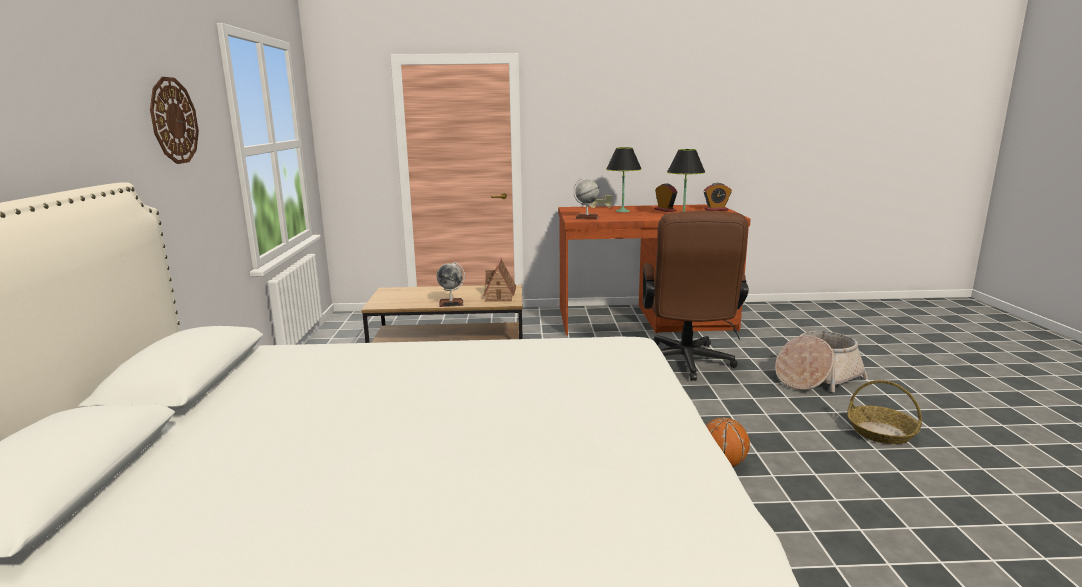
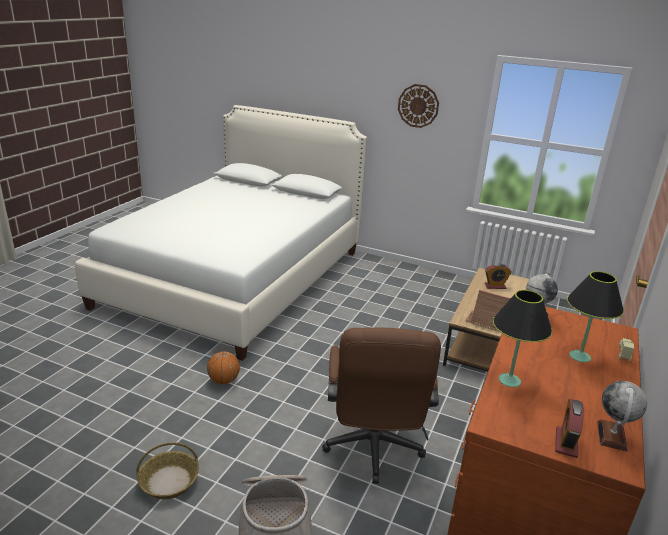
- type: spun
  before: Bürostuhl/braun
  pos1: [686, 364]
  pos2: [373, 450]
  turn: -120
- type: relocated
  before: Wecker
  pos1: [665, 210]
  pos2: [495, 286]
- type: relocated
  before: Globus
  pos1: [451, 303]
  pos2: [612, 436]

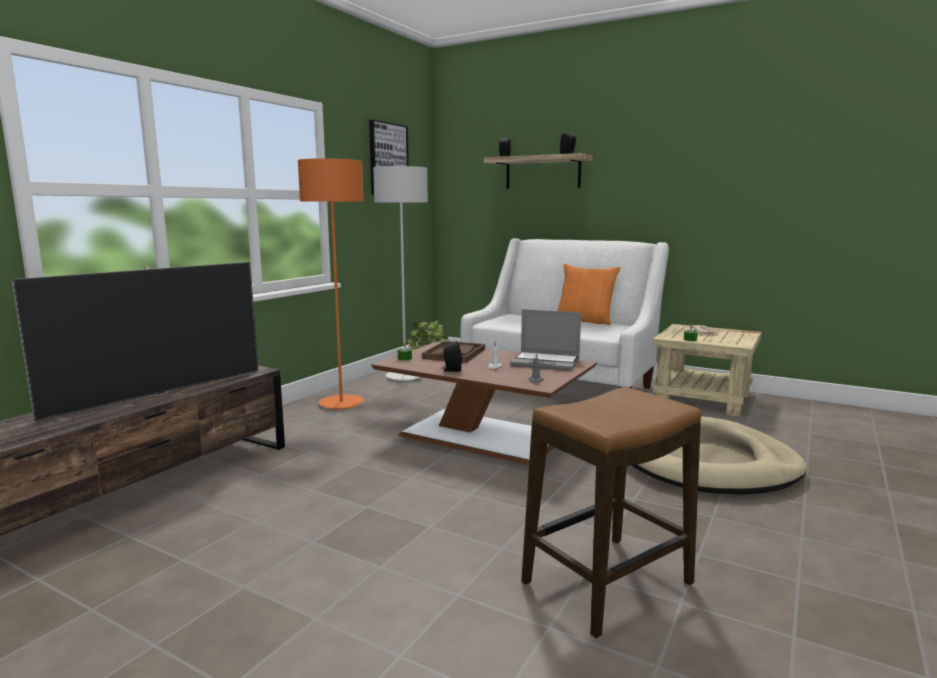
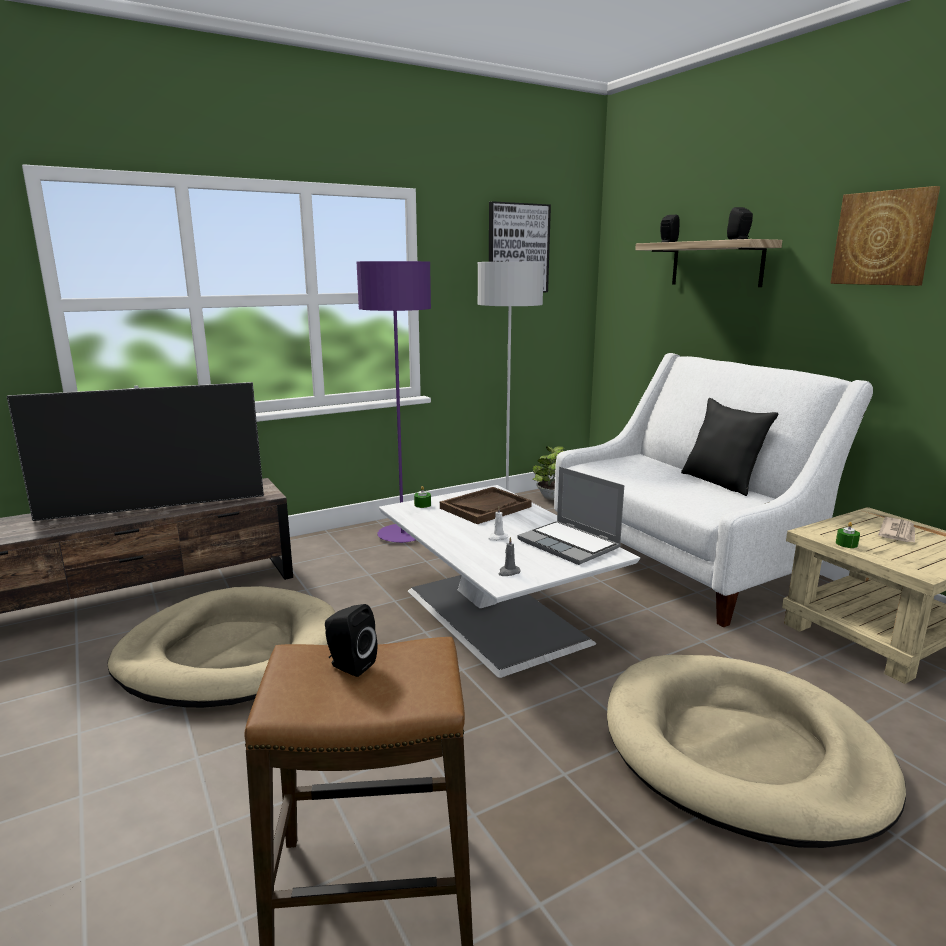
- type: appeared
  after: Hundebett/beige
  pos2: [231, 653]
- type: relocated
  before: Lautsprecher/schwarz
  pos1: [451, 370]
  pos2: [349, 665]
- type: colour
  before: Stehlampe/orange
  after: Stehlampe/lila
  pos1: [341, 404]
  pos2: [402, 535]
- type: colour
  before: Couchtisch/braun
  after: Couchtisch/weiß
  pos1: [485, 435]
  pos2: [497, 617]
- type: colour
  before: Kissen/orange
  after: Kissen/schwarz
  pos1: [585, 321]
  pos2: [721, 482]
- type: appeared
  after: Bild
  pos2: [883, 238]

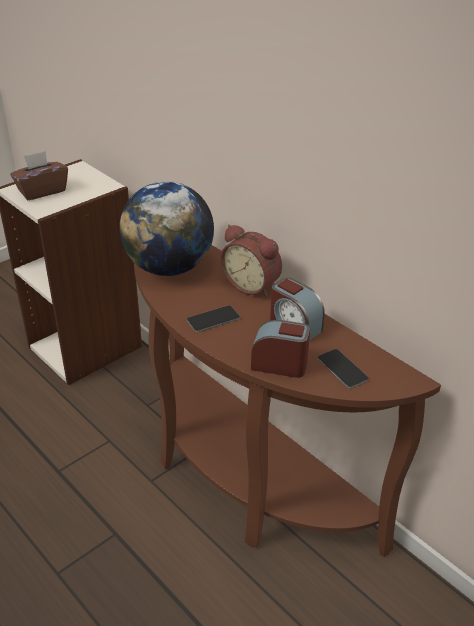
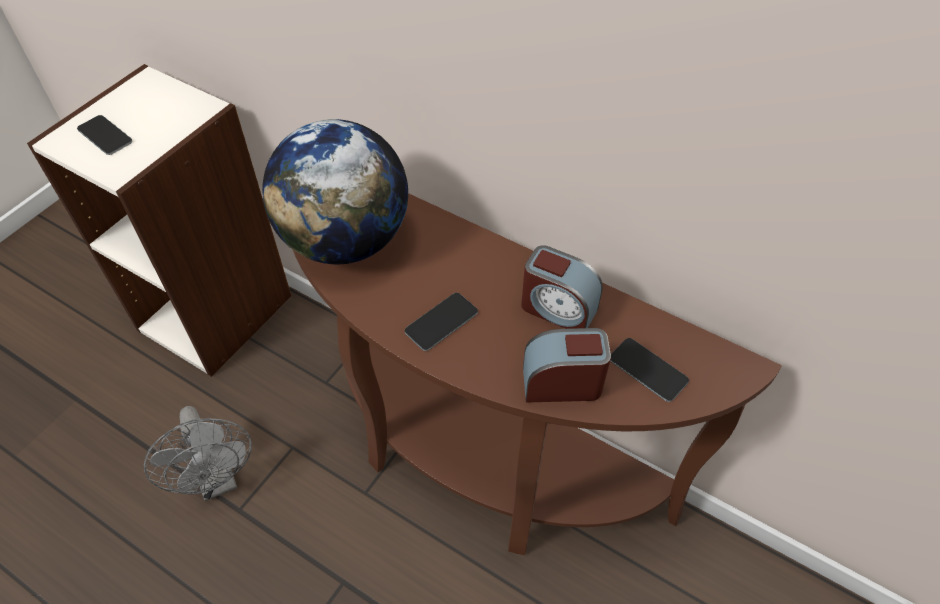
- type: exchanged
  before: Taschentuchbox/braun
  after: Handy
  pos1: [42, 191]
  pos2: [105, 135]
- type: appeared
  after: Ventilator/grau
  pos2: [218, 480]
- type: missing
  before: Wecker
  pos1: [252, 285]

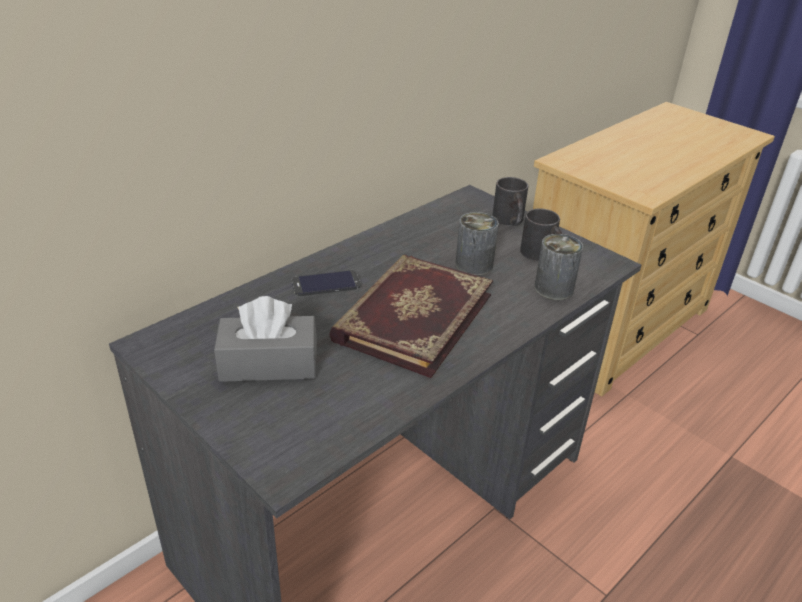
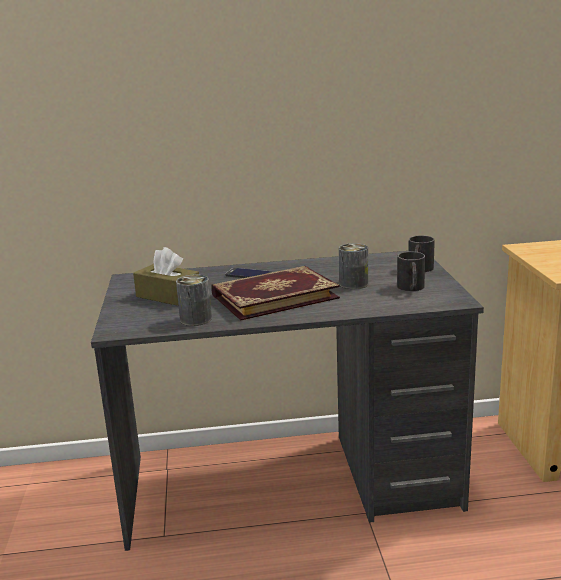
- type: colour
  before: Taschentuchbox/grau
  after: Taschentuchbox/braun
  pos1: [268, 364]
  pos2: [168, 296]
- type: relocated
  before: Dose
  pos1: [553, 288]
  pos2: [196, 319]

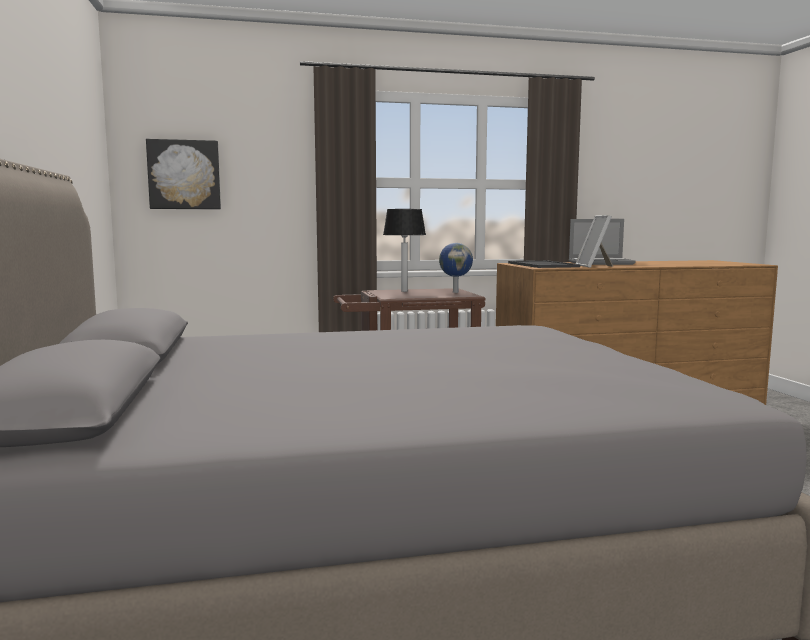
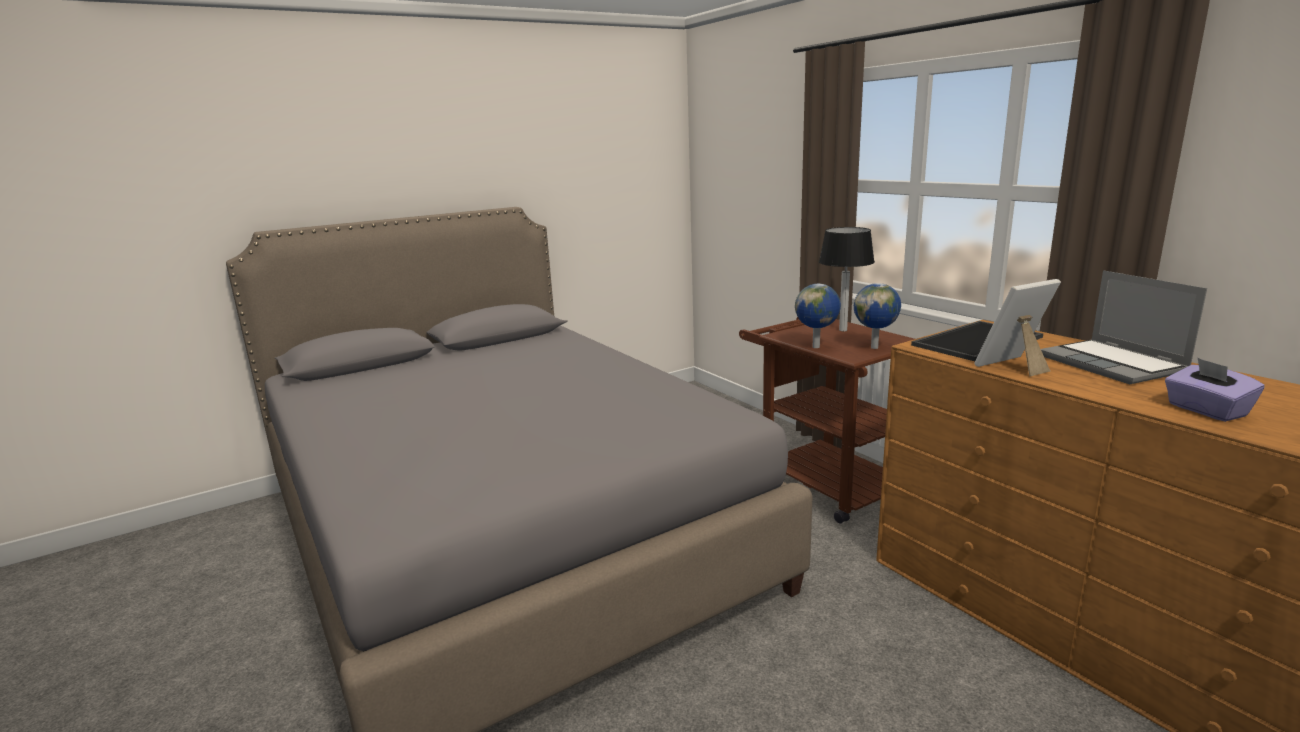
- type: appeared
  after: Globus
  pos2: [817, 347]
- type: appeared
  after: Taschentuchbox/lila
  pos2: [1206, 410]
- type: missing
  before: Bild
  pos1: [184, 175]

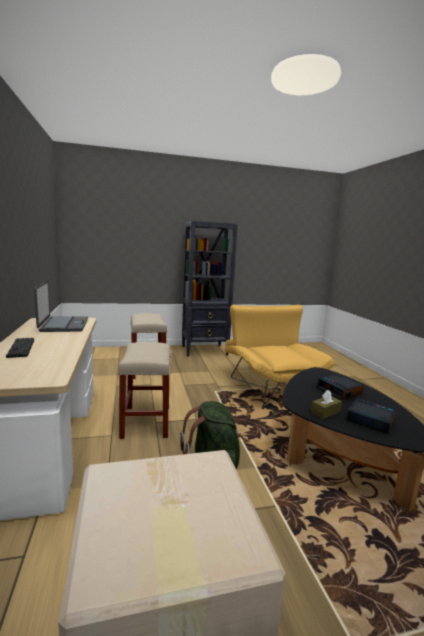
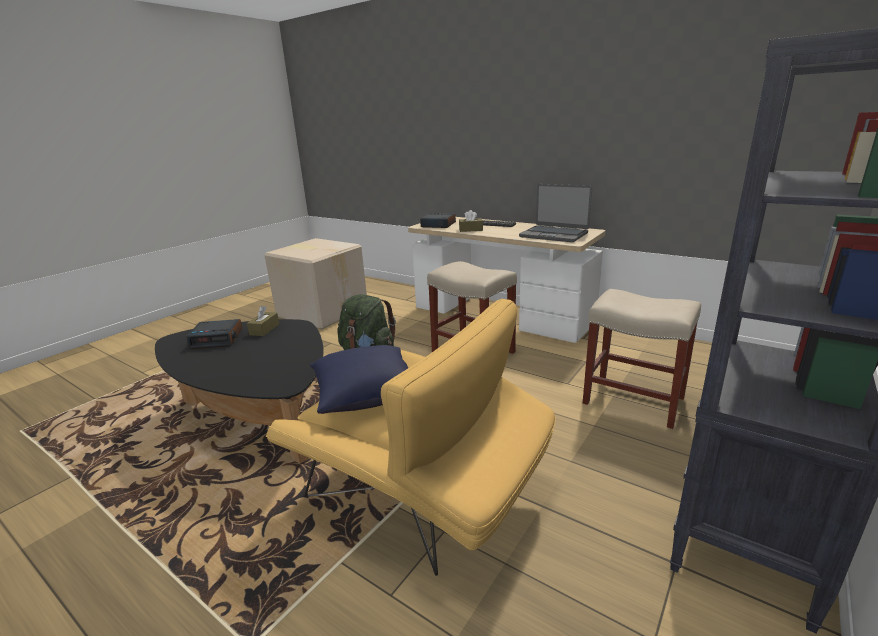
- type: appeared
  after: Kissen/blau
  pos2: [366, 394]
- type: relocated
  before: Wecker
  pos1: [339, 391]
  pos2: [438, 225]
- type: appeared
  after: Taschentuchbox/braun
  pos2: [471, 230]

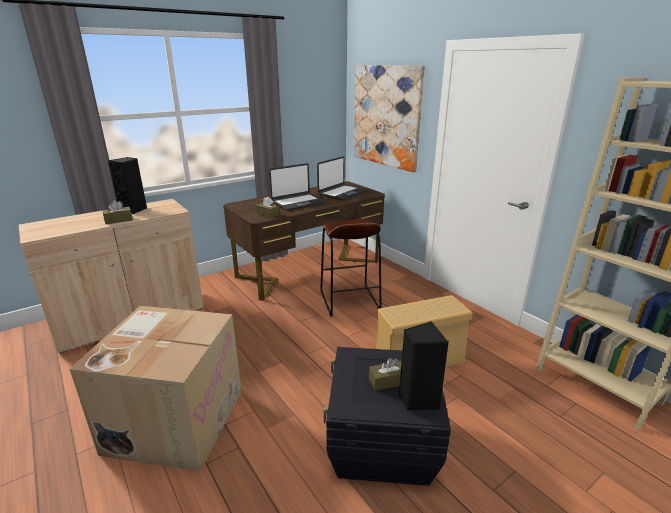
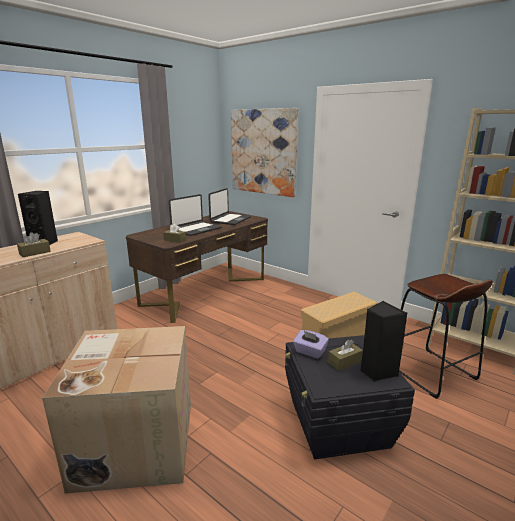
- type: appeared
  after: Taschentuchbox/lila
  pos2: [309, 352]
- type: relocated
  before: Hocker/braun
  pos1: [349, 301]
  pos2: [431, 372]

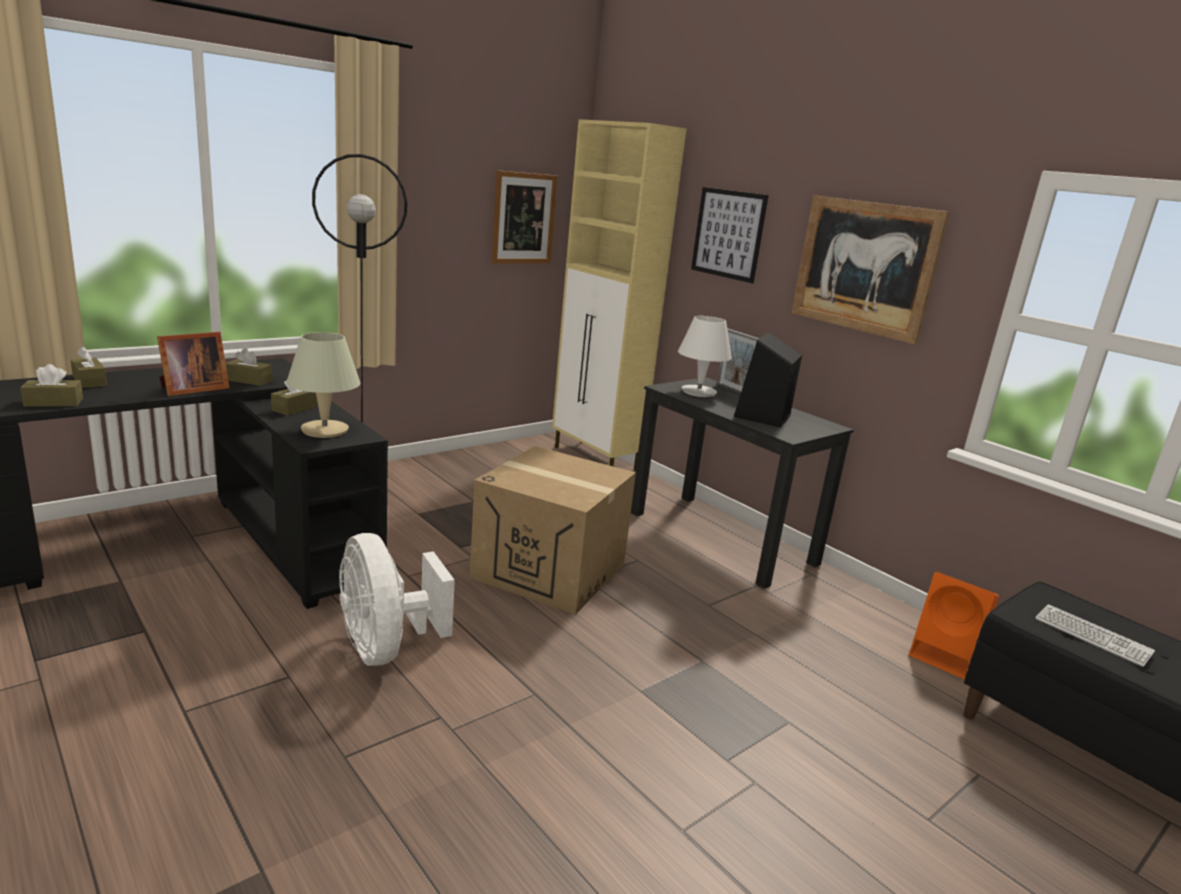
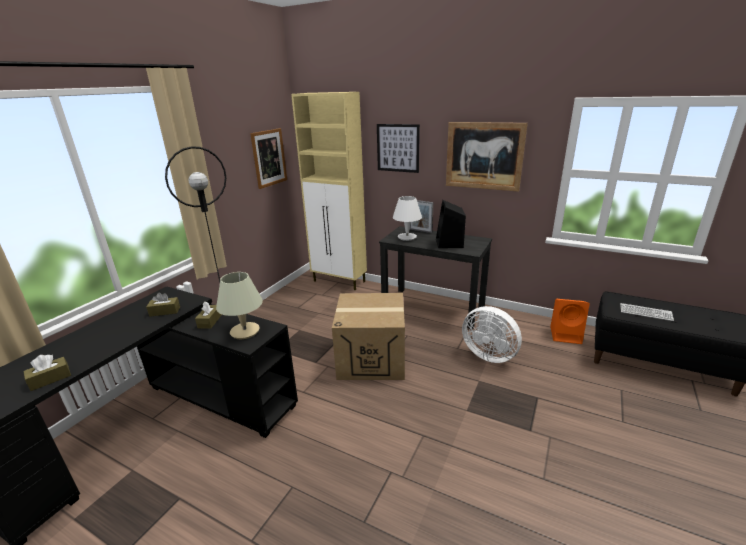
- type: relocated
  before: Ventilator/weiß
  pos1: [386, 647]
  pos2: [489, 354]
- type: missing
  before: Taschentuchbox/braun
  pos1: [89, 381]
- type: missing
  before: Bilderrahmen
  pos1: [191, 389]

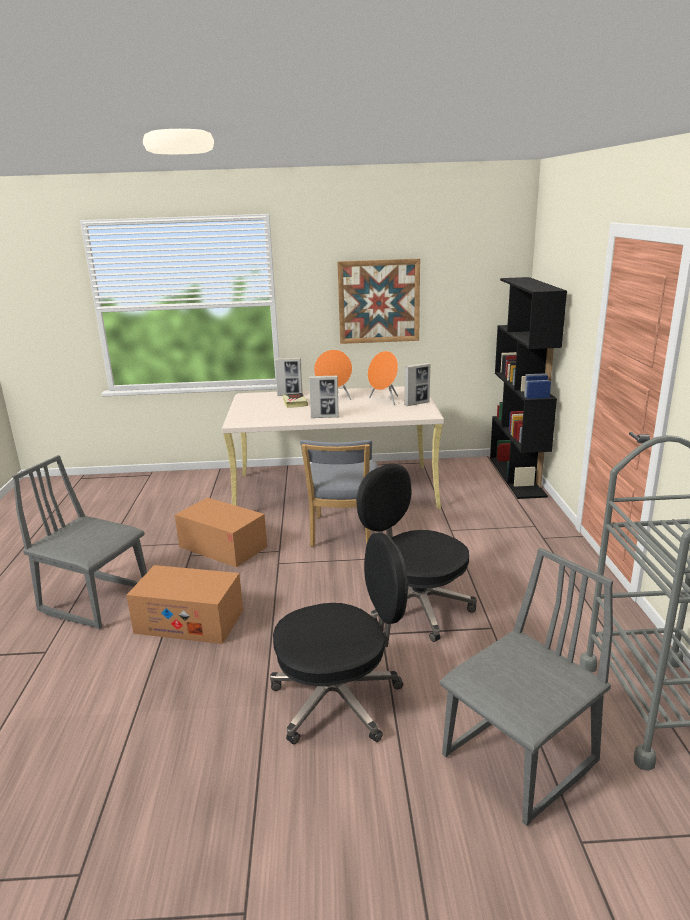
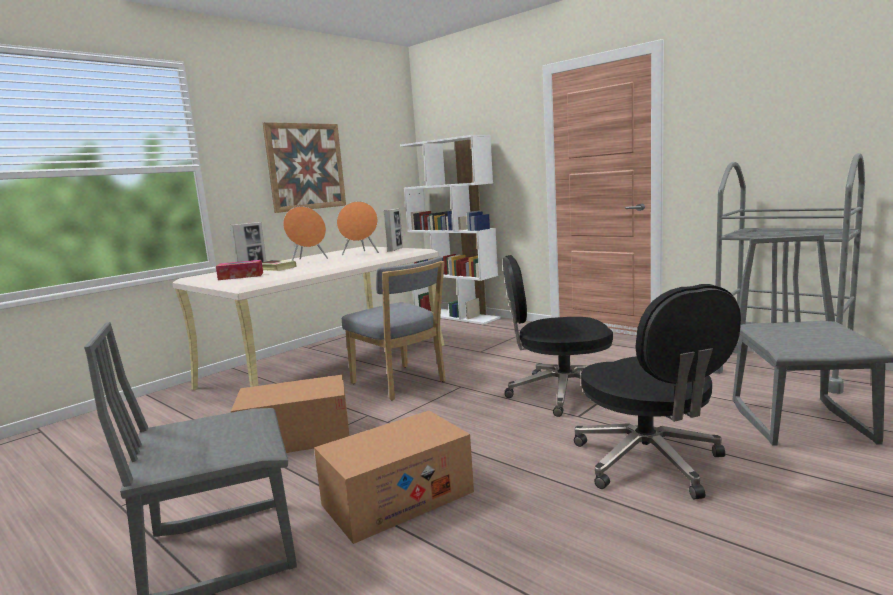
- type: appeared
  after: Taschentuchbox
  pos2: [241, 276]
- type: colour
  before: Bücherregal/schwarz
  after: Bücherregal/weiß
  pos1: [517, 476]
  pos2: [456, 316]
- type: spun
  before: Bürostuhl/schwarz
  pos1: [339, 699]
  pos2: [649, 462]
  turn: 135
- type: missing
  before: Bilderrahmen
  pos1: [324, 417]

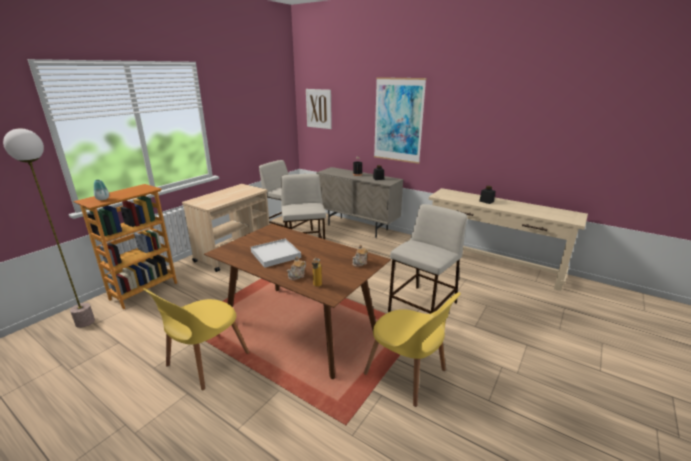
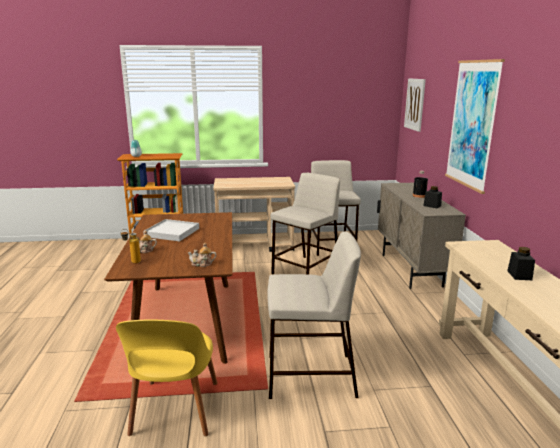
- type: missing
  before: Stehlampe
  pos1: [85, 322]
- type: missing
  before: Stuhl/gelb
  pos1: [205, 361]

